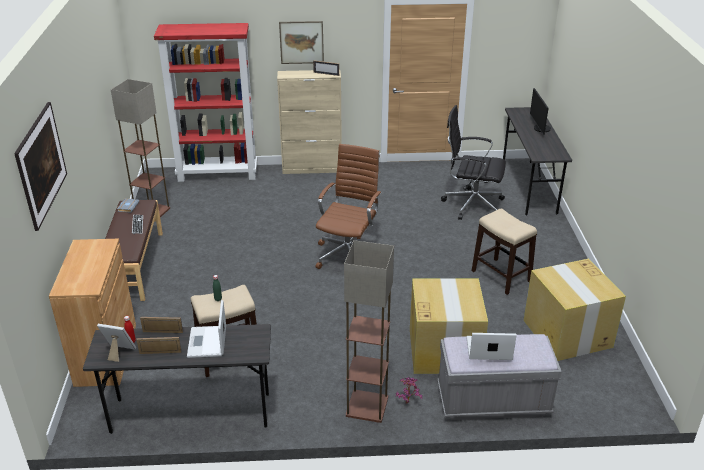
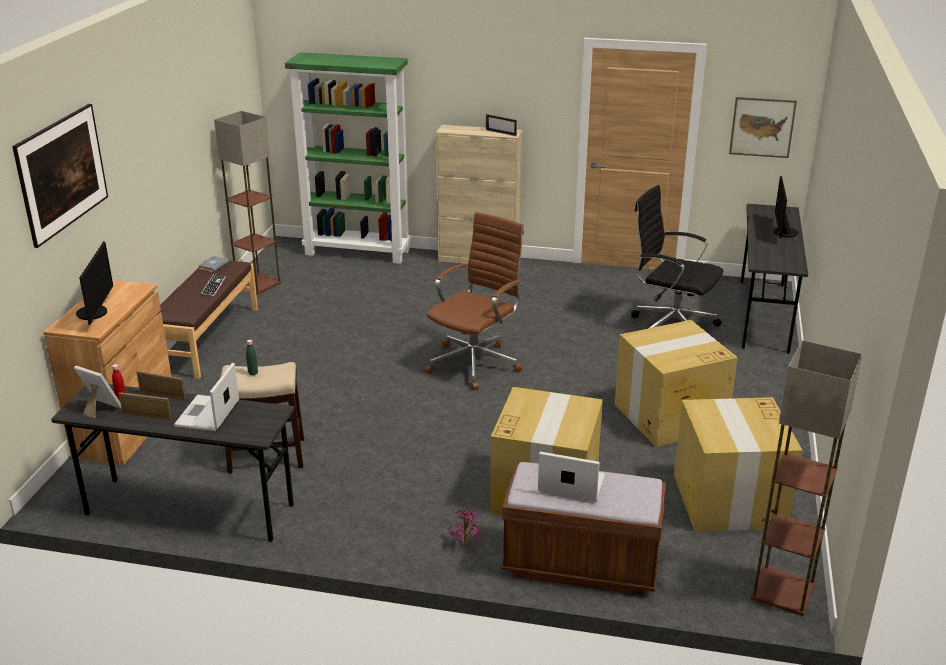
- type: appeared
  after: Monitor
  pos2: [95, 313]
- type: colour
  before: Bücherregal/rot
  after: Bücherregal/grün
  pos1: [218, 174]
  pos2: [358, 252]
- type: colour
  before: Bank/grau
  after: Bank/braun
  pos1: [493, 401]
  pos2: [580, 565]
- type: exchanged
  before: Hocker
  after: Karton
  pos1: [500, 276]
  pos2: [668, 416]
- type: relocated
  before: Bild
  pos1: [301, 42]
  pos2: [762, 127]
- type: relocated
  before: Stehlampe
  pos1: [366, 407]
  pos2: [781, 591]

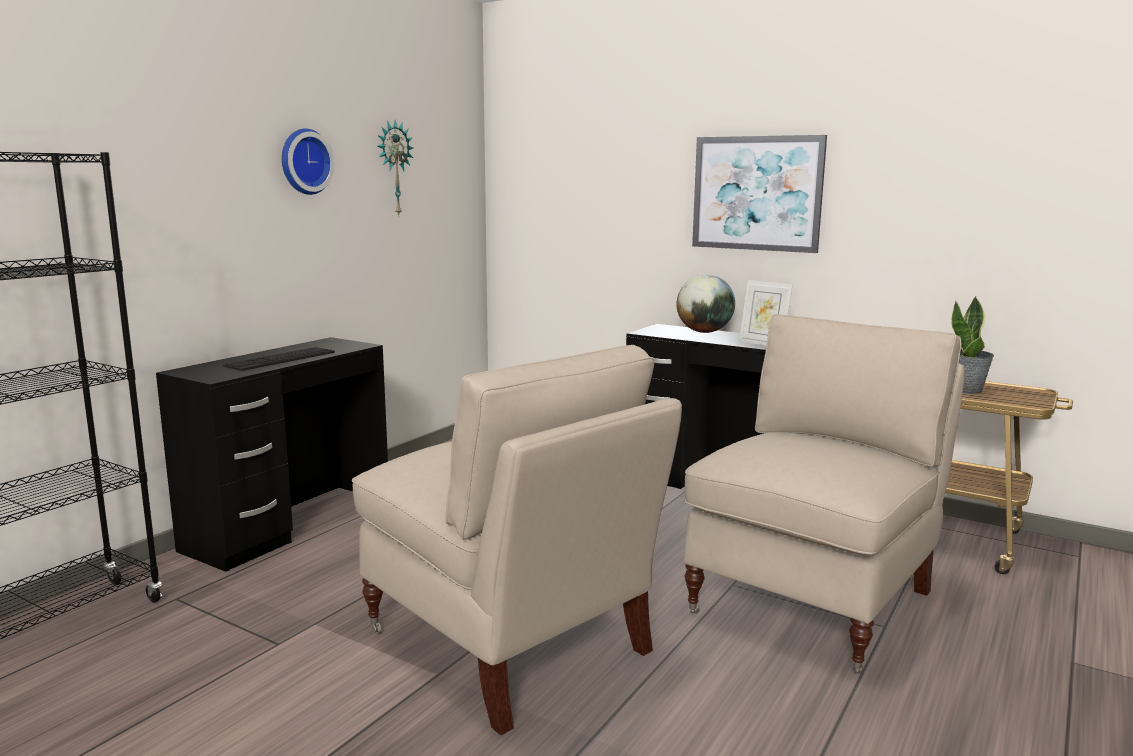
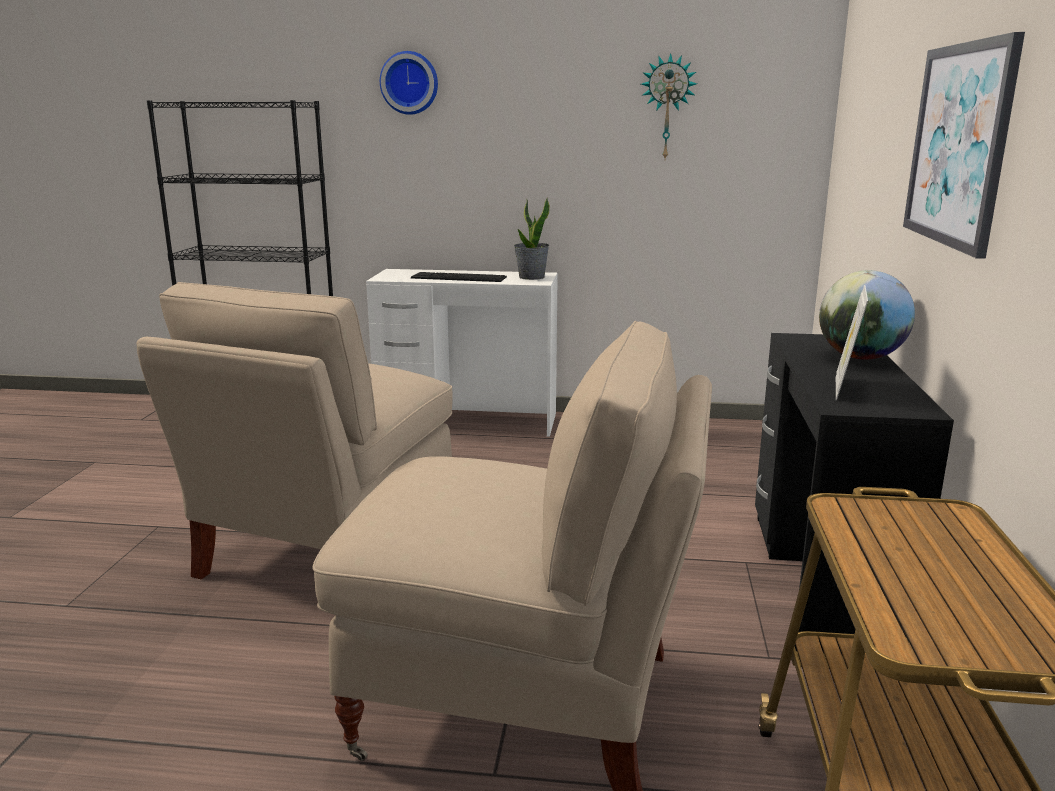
- type: colour
  before: Schreibtisch/schwarz
  after: Schreibtisch/weiß
  pos1: [290, 523]
  pos2: [468, 420]
- type: relocated
  before: Wanduhr
  pos1: [304, 161]
  pos2: [410, 83]
- type: relocated
  before: Topfpflanze
  pos1: [966, 390]
  pos2: [531, 277]

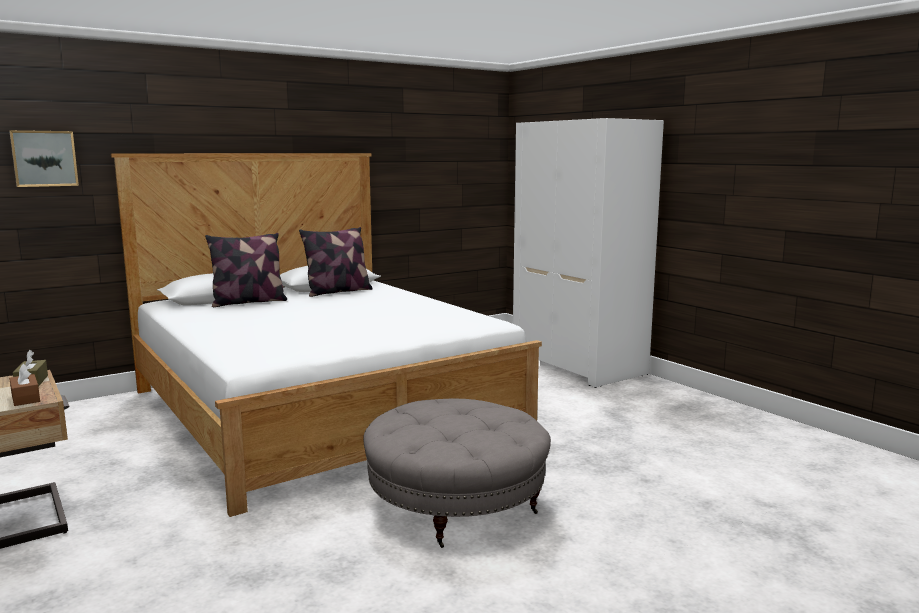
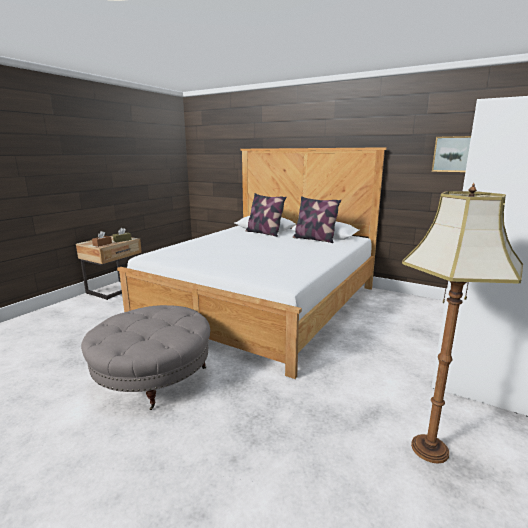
- type: appeared
  after: Stehlampe
  pos2: [431, 449]
- type: relocated
  before: Bild
  pos1: [44, 158]
  pos2: [452, 154]

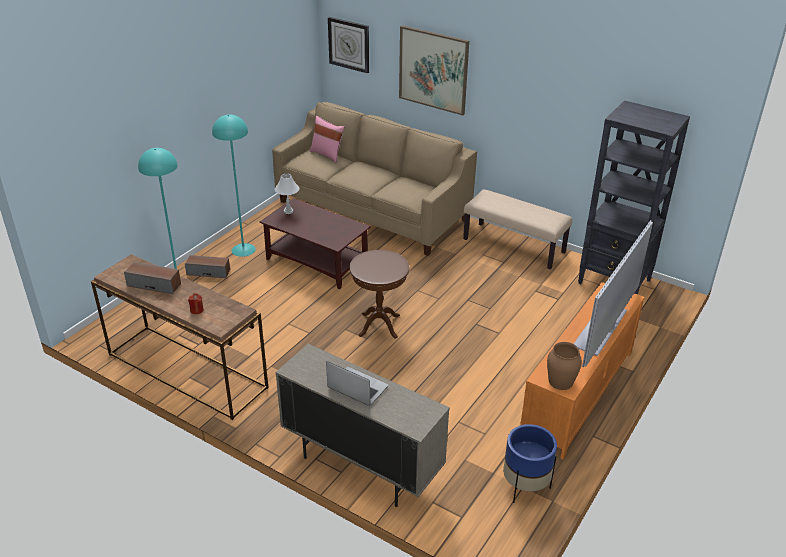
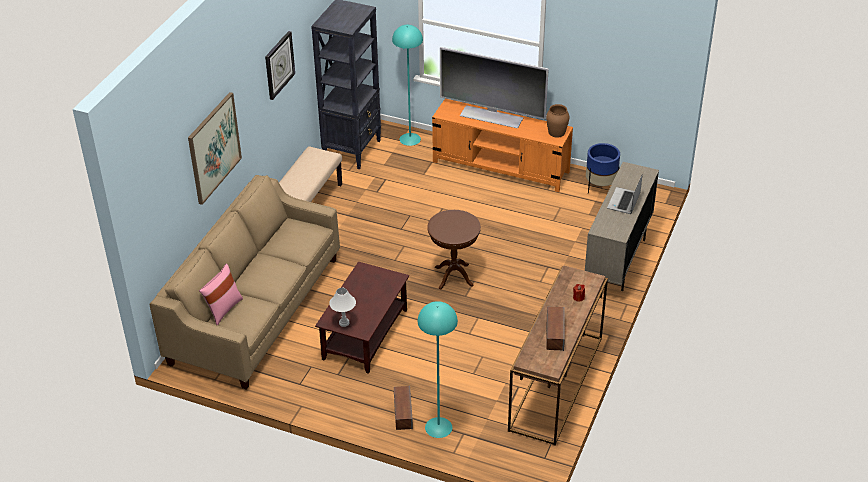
- type: relocated
  before: Wanduhr
  pos1: [349, 44]
  pos2: [279, 65]
- type: relocated
  before: Stehlampe/türkis
  pos1: [243, 249]
  pos2: [410, 139]

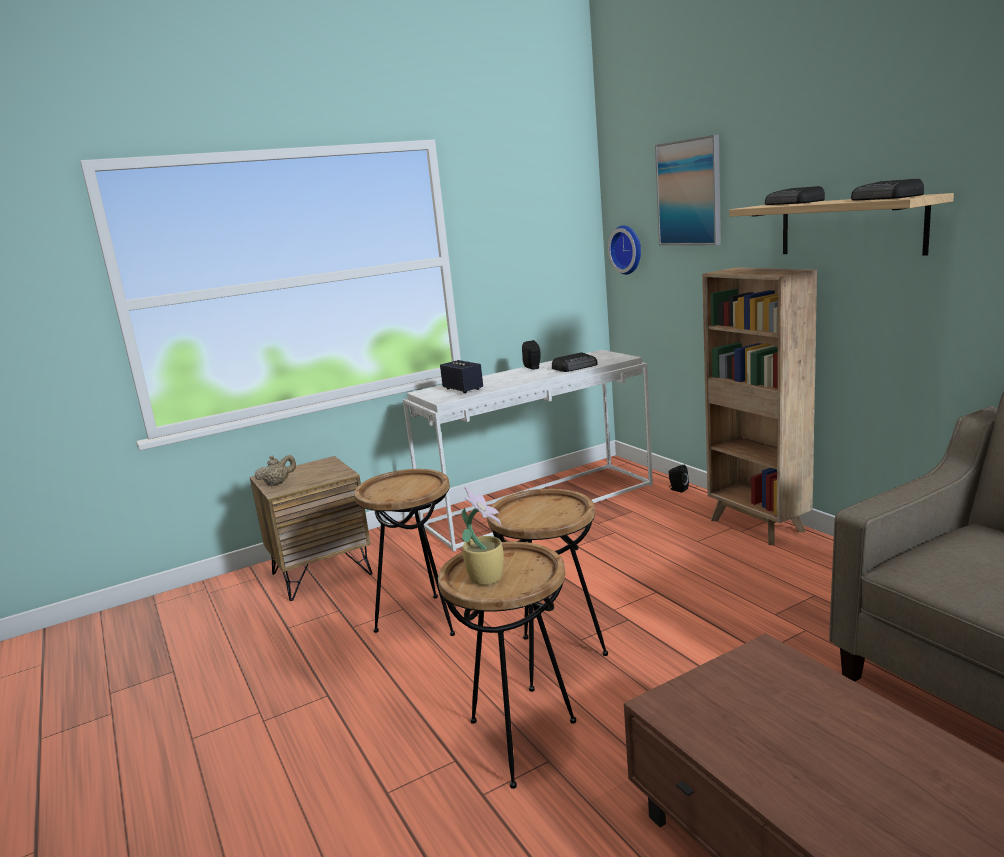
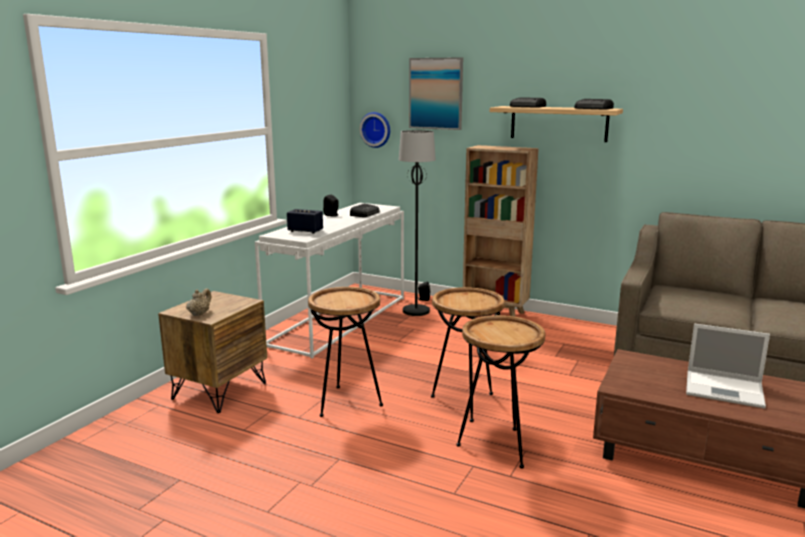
- type: appeared
  after: Stehlampe/schwarz
  pos2: [415, 311]
- type: appeared
  after: Laptop
  pos2: [726, 389]
- type: missing
  before: Topfpflanze
  pos1: [486, 577]

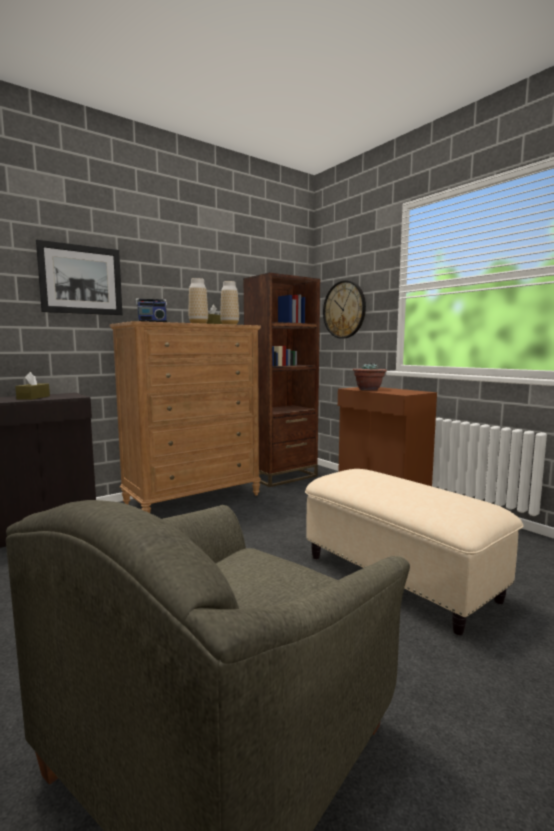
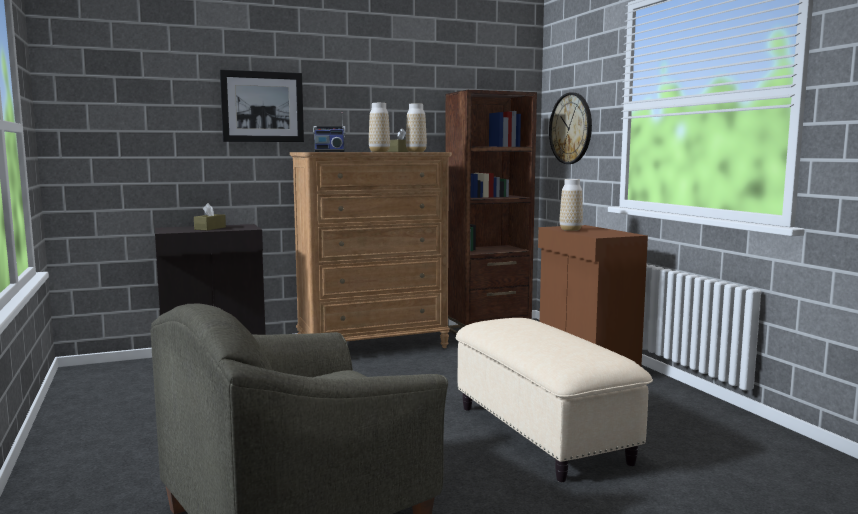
- type: exchanged
  before: Topfpflanze
  after: Vase
  pos1: [368, 390]
  pos2: [570, 230]

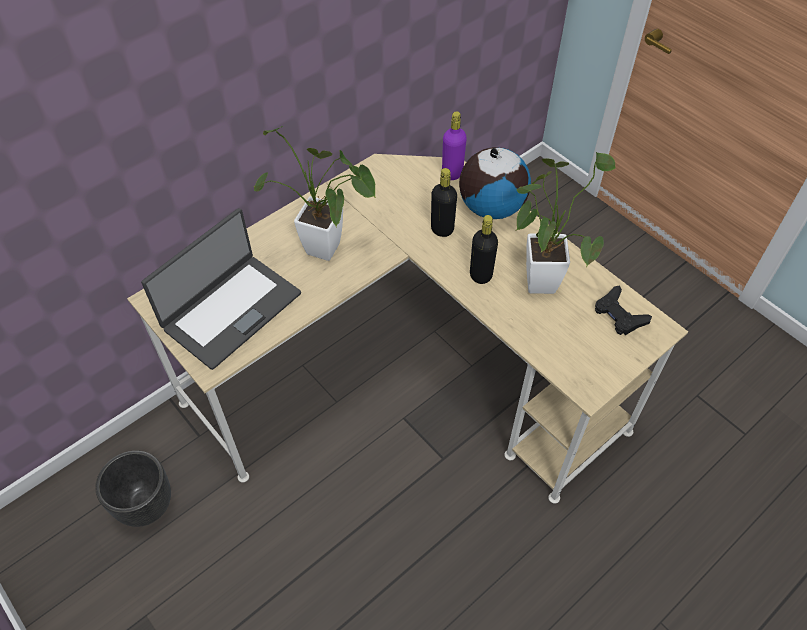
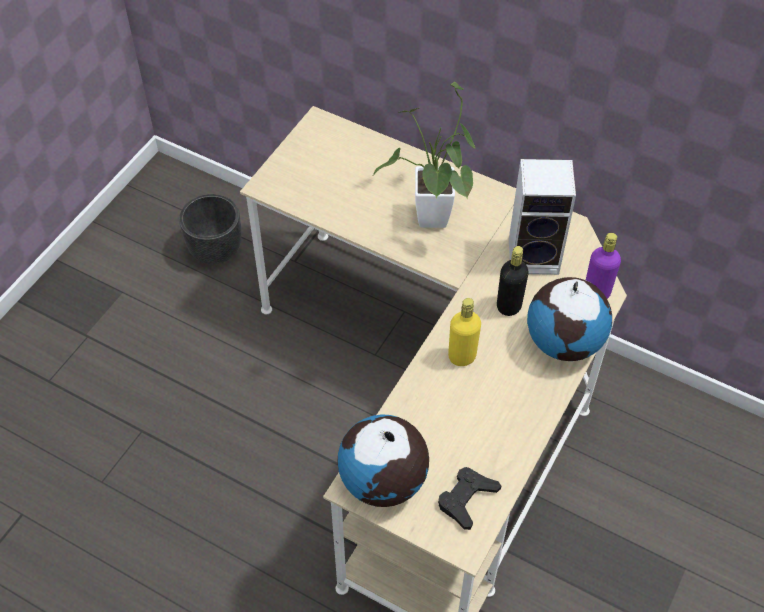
- type: appeared
  after: Globus
  pos2: [383, 482]
- type: colour
  before: Flasche/schwarz
  after: Flasche/gelb
  pos1: [481, 275]
  pos2: [462, 356]
- type: appeared
  after: Lautsprecher
  pos2: [535, 255]
- type: missing
  before: Laptop
  pos1: [231, 310]
- type: missing
  before: Topfpflanze
  pos1: [540, 277]

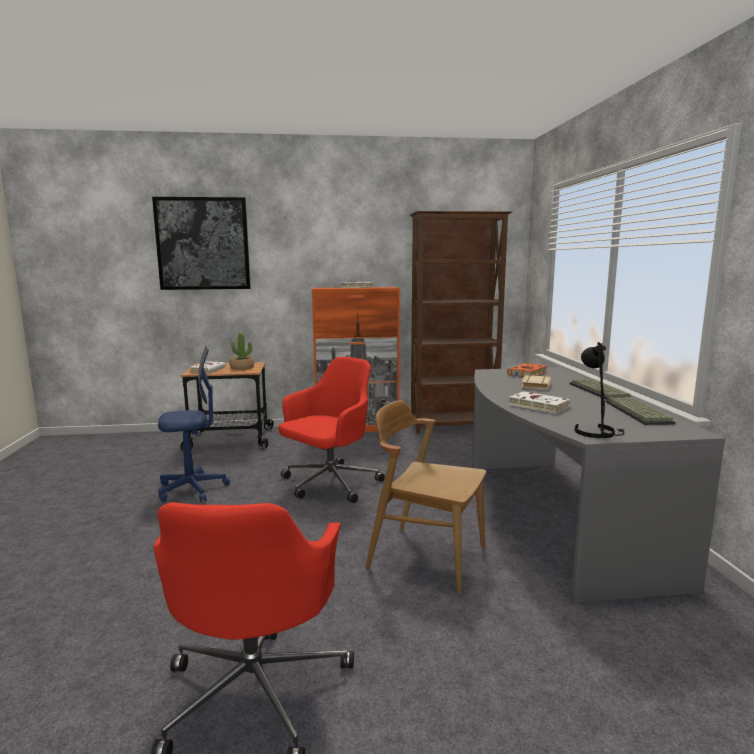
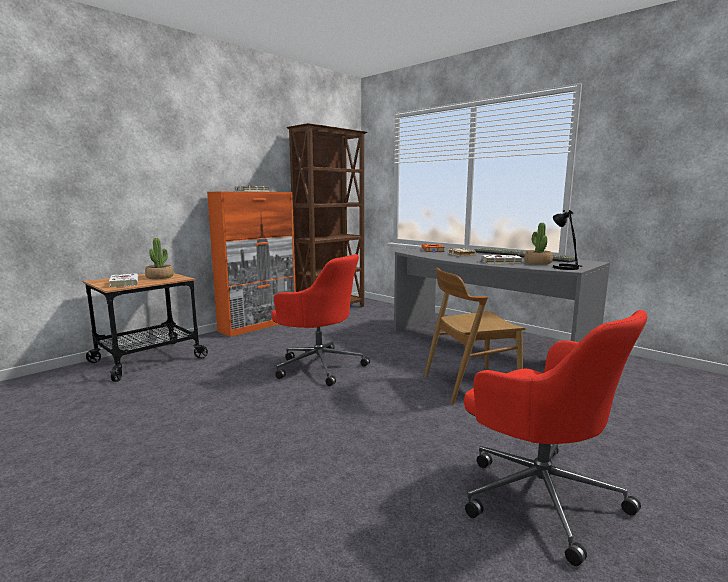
- type: spun
  before: Bürostuhl/rot
  pos1: [329, 484]
  pos2: [319, 366]
  turn: 120
- type: appeared
  after: Topfpflanze
  pos2: [537, 263]
- type: missing
  before: Bild
  pos1: [203, 244]
- type: missing
  before: Bürostuhl/blau
  pos1: [192, 489]

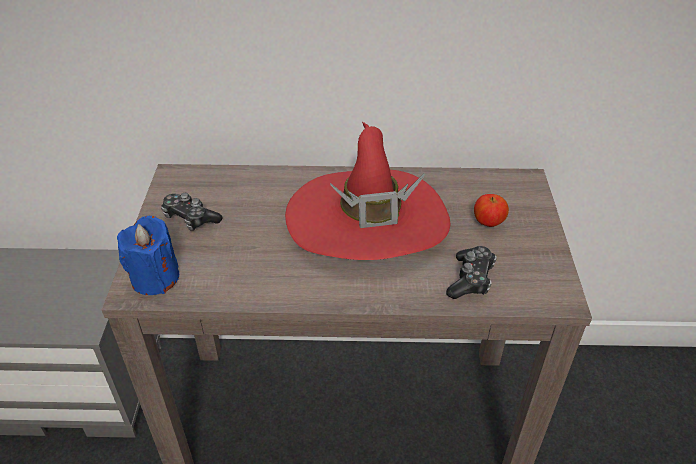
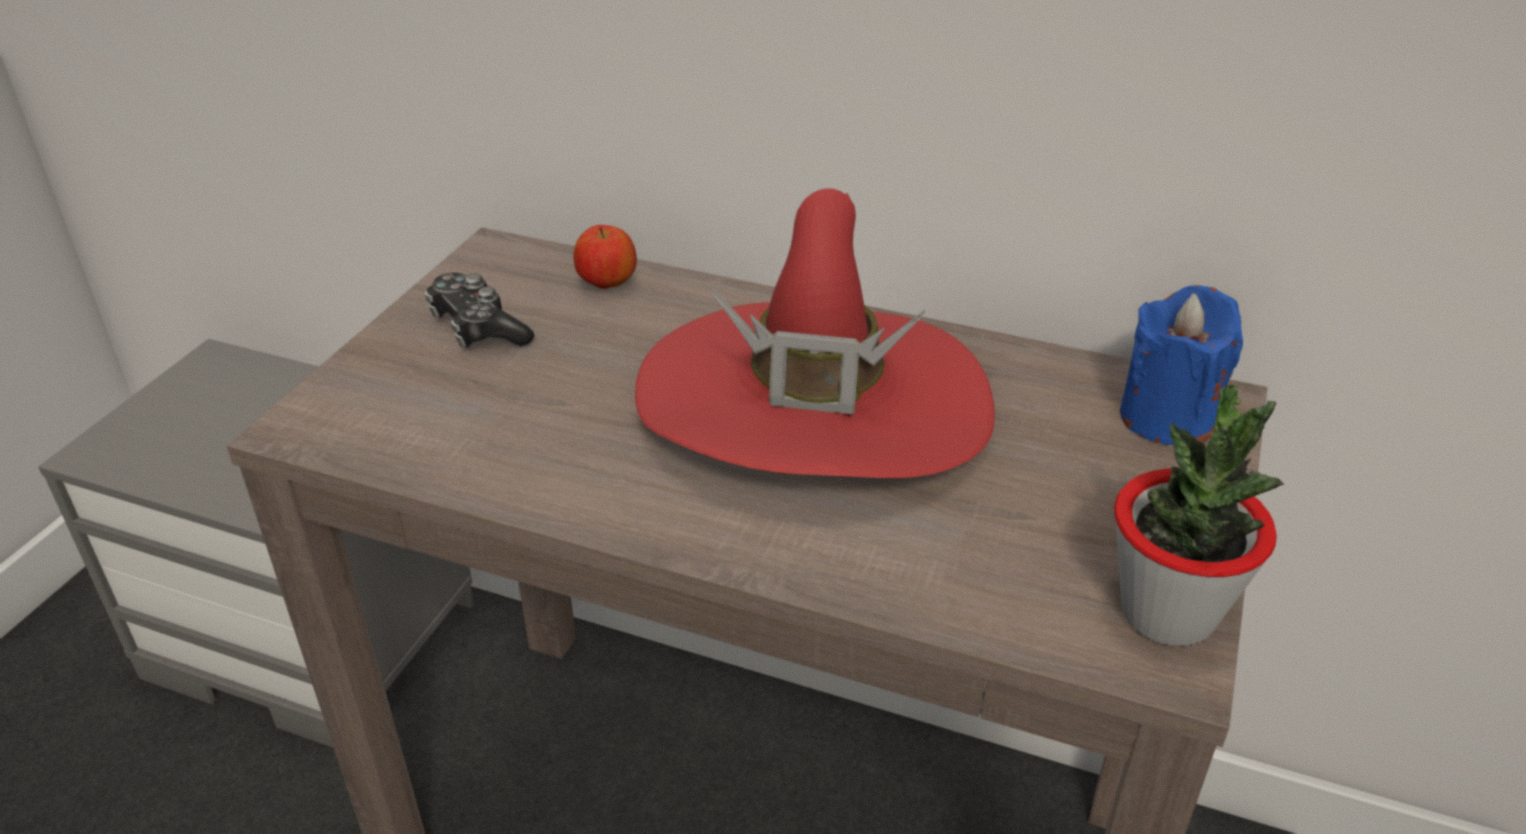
- type: relocated
  before: Apfel
  pos1: [488, 223]
  pos2: [607, 284]
- type: appeared
  after: Topfpflanze
  pos2: [1168, 613]
- type: relocated
  before: Kerze/blau
  pos1: [155, 278]
  pos2: [1168, 417]
- type: missing
  before: Gamepad
  pos1: [470, 279]

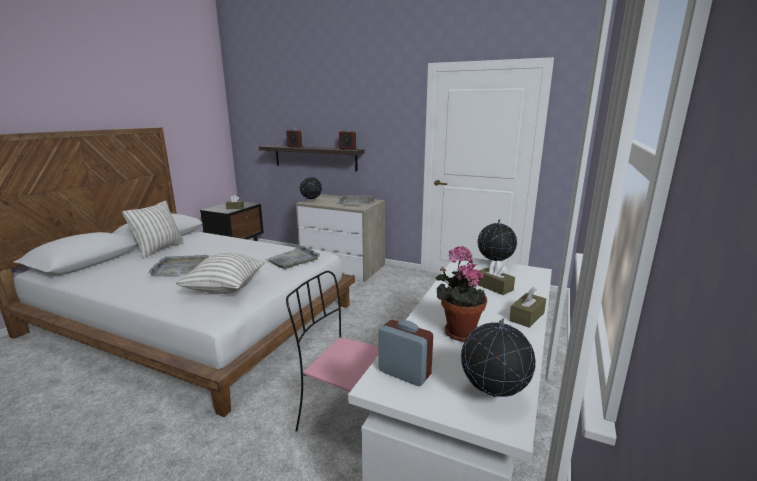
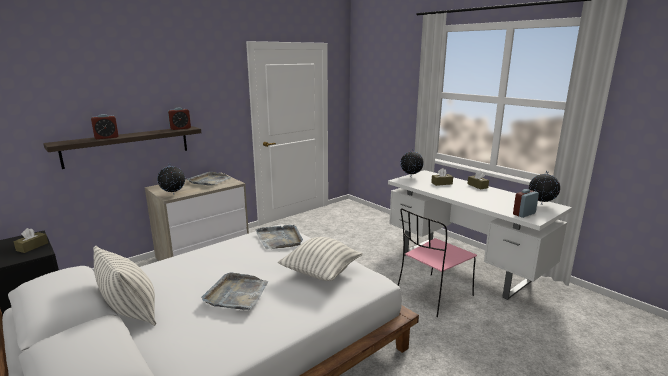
- type: missing
  before: Topfpflanze
  pos1: [458, 332]

